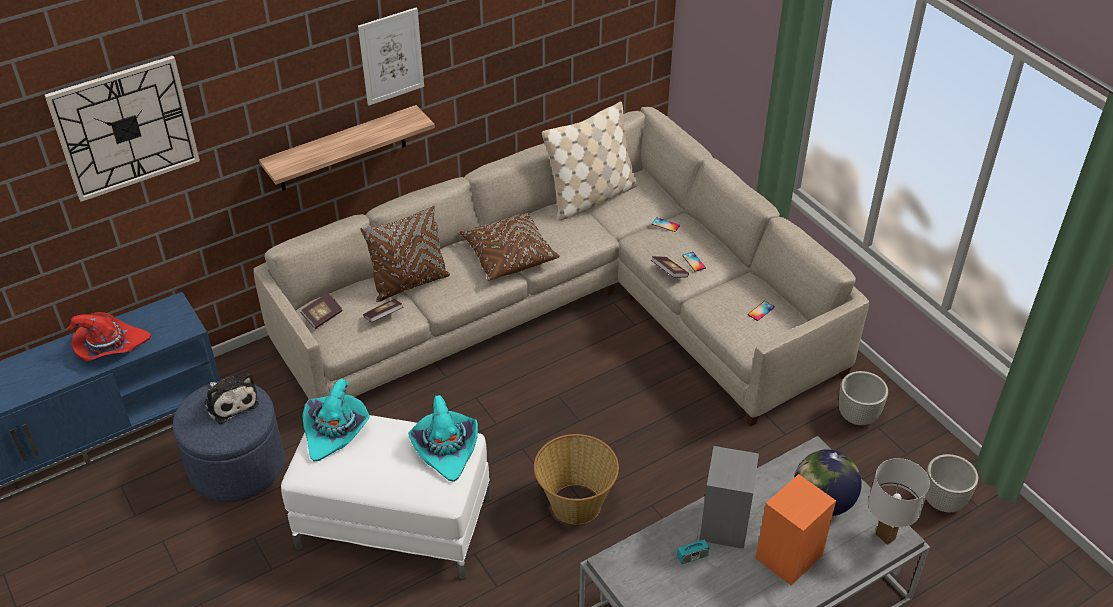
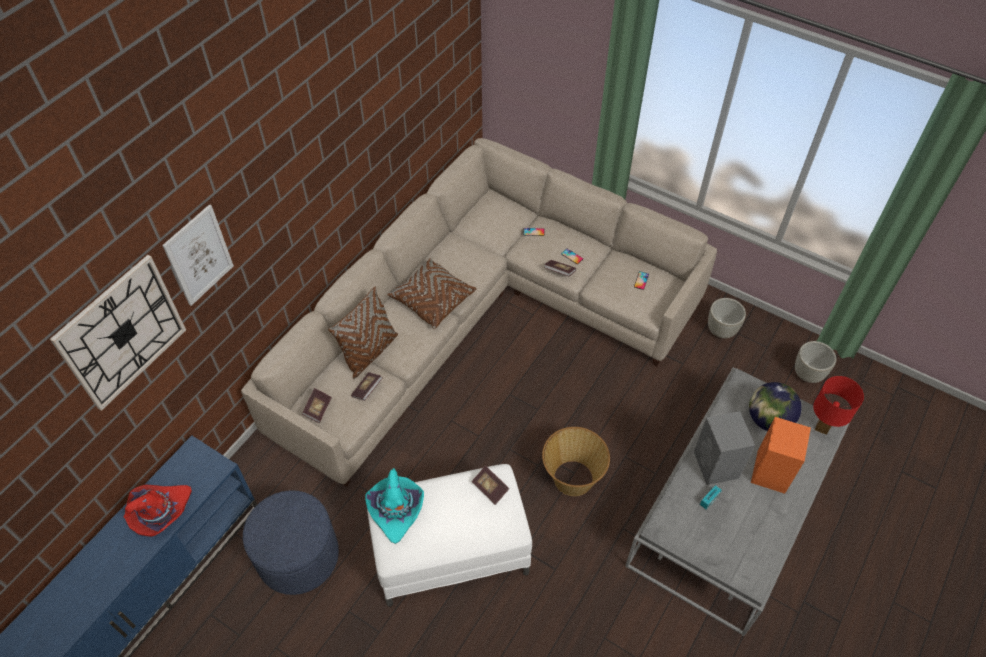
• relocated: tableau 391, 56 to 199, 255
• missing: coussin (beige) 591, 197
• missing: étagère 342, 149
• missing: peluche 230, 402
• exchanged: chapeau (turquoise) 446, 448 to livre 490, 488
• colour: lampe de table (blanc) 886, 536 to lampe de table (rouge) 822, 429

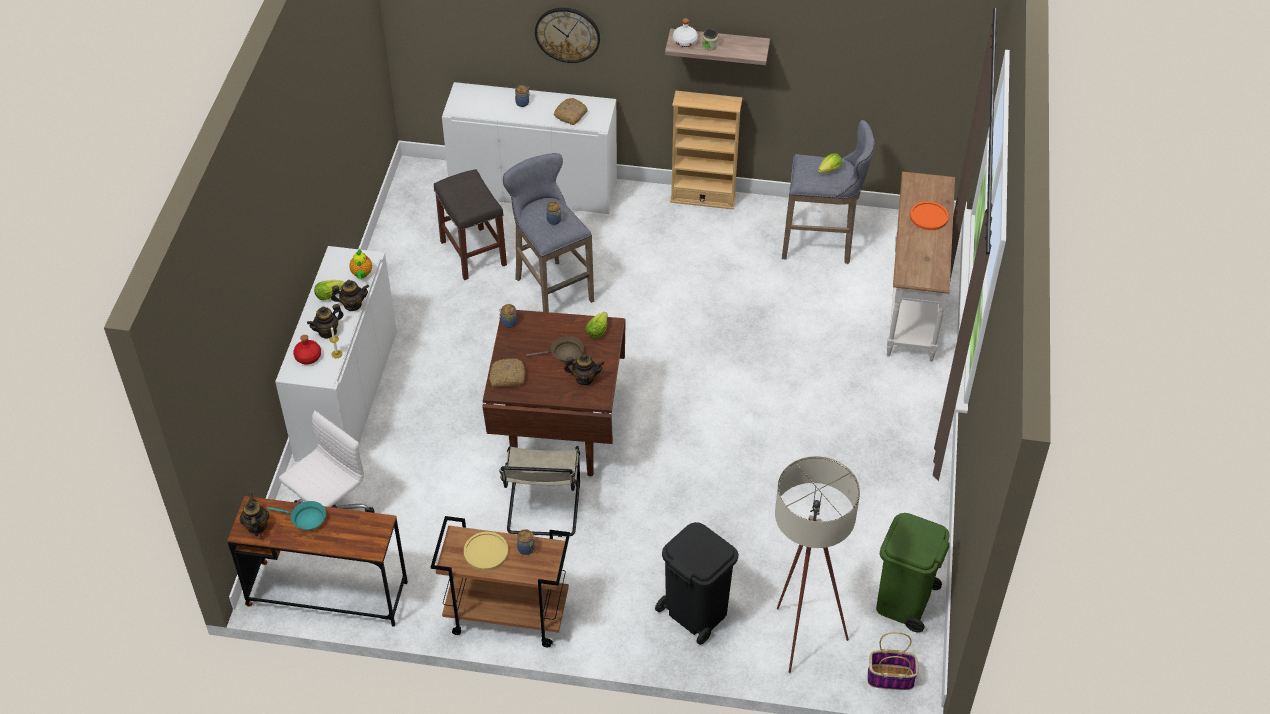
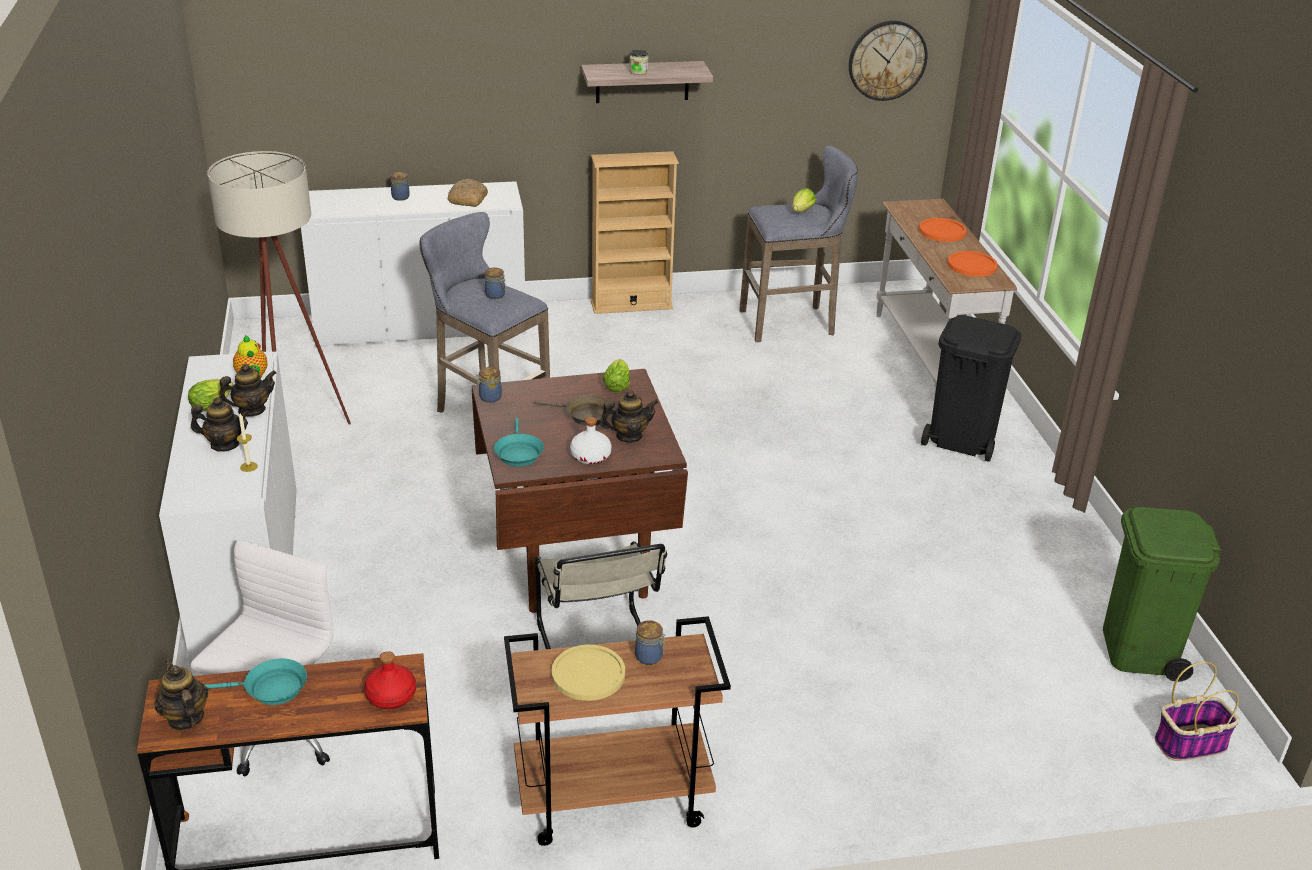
• relocated: horloge murale 567, 34 to 887, 60
• relocated: bouteille (blanc) 685, 42 to 591, 456
• missing: tabouret (gris) 474, 254
• spun: théière 328, 332 = 224, 444 120 degrees counterclockwise
• relocated: bouteille (rouge) 308, 356 to 390, 696
• spun: poêle (marron) 564, 353 = 585, 415 45 degrees clockwise
• exchanged: pain 507, 377 to poêle (turquoise) 518, 453
• relocated: lampadaire (beige) 799, 632 to 292, 427
• relocated: poubelle (noir) 695, 612 to 960, 439
• appeared: assiette (orange) 972, 265

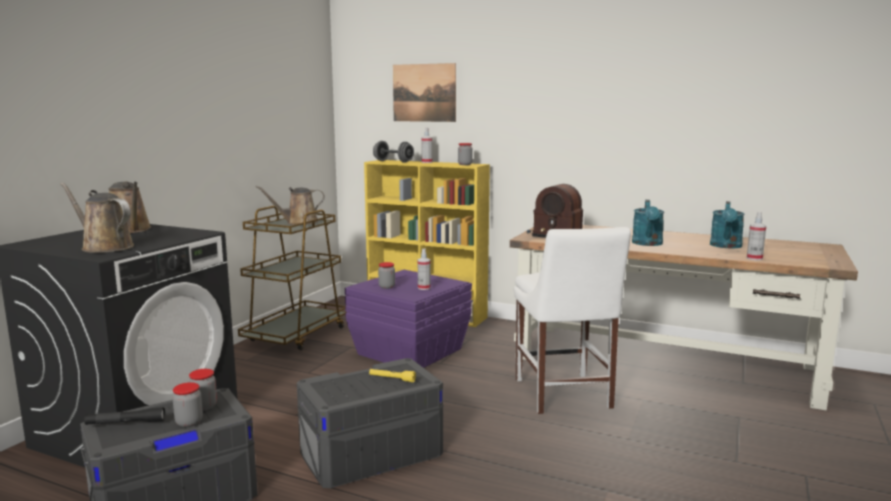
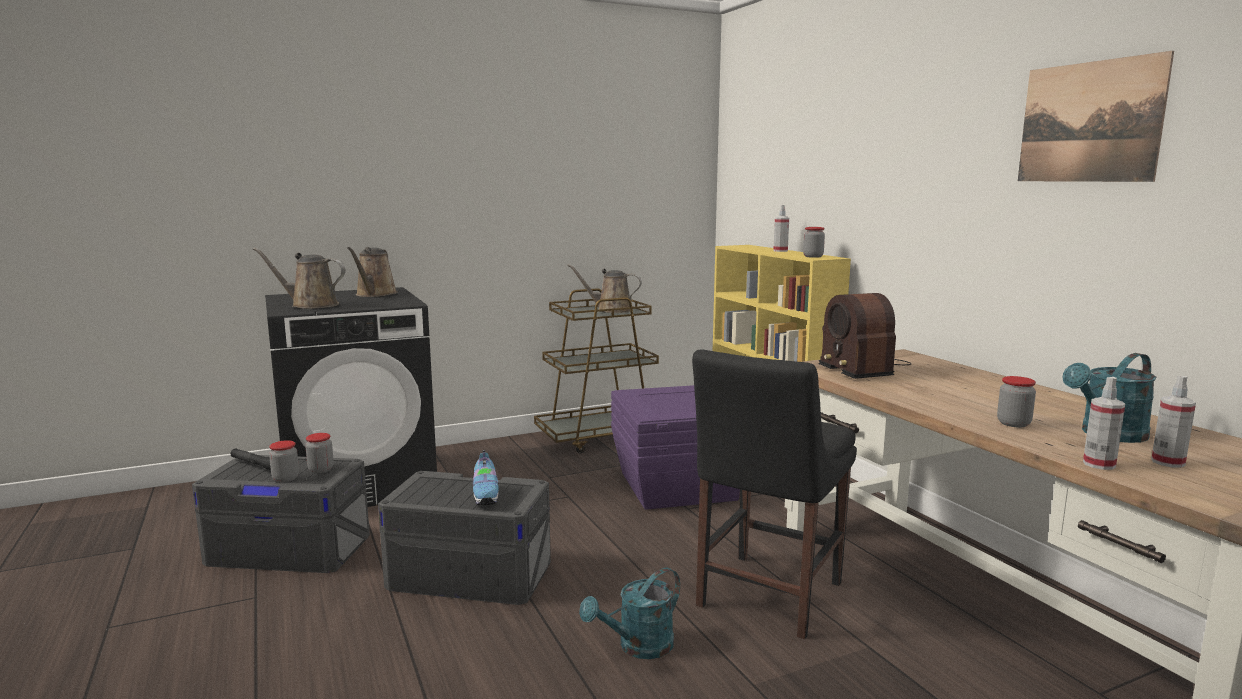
• relocated: tableau 424, 93 to 1089, 122
• missing: haltère (gris) 393, 161
• spun: arrosoir (marron) 104, 247 = 310, 305 60 degrees counterclockwise
• relocated: arrosoir (turquoise) 647, 244 to 638, 647
• colour: chaise (blanc) 563, 395 to chaise (noir) 765, 597
• relocated: vaporisateur 424, 288 to 1168, 462
• relocated: bocal 387, 287 to 1013, 423
• exchanged: lampe de poche (jaune) 392, 379 to chaussure 486, 496

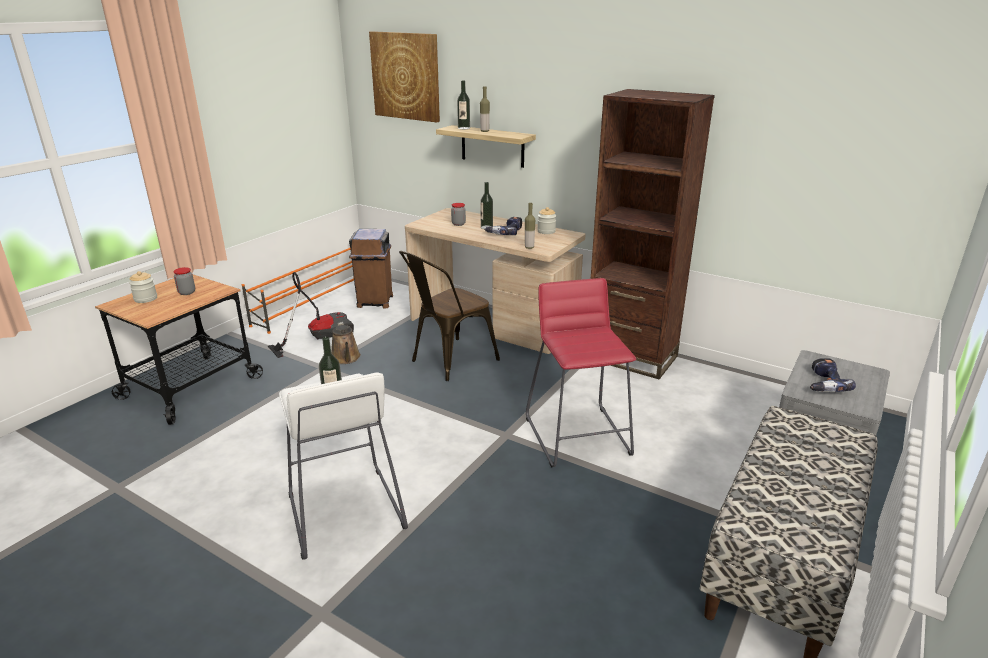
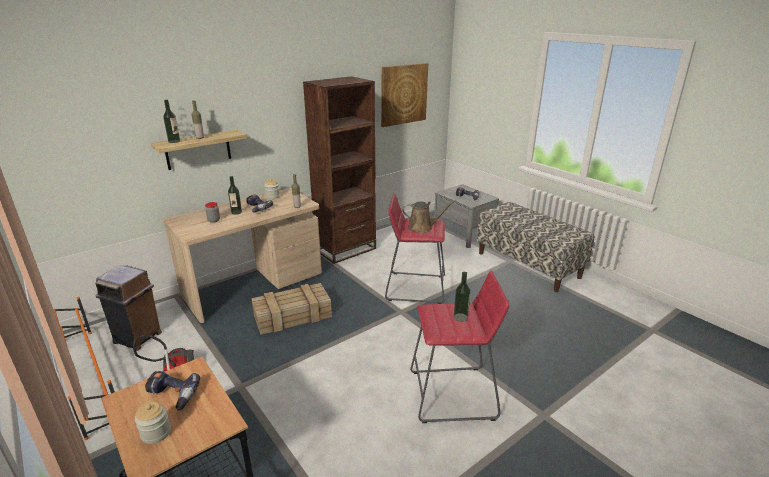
• relocated: tableau 406, 76 to 403, 94
• exchanged: chaise (marron) 448, 361 to caisse 291, 316
• exchanged: bocal 187, 292 to perceuse 172, 396
• relocated: arrosoir (marron) 346, 358 to 422, 227
• colour: tabouret (blanc) 345, 512 to tabouret (rouge) 452, 394

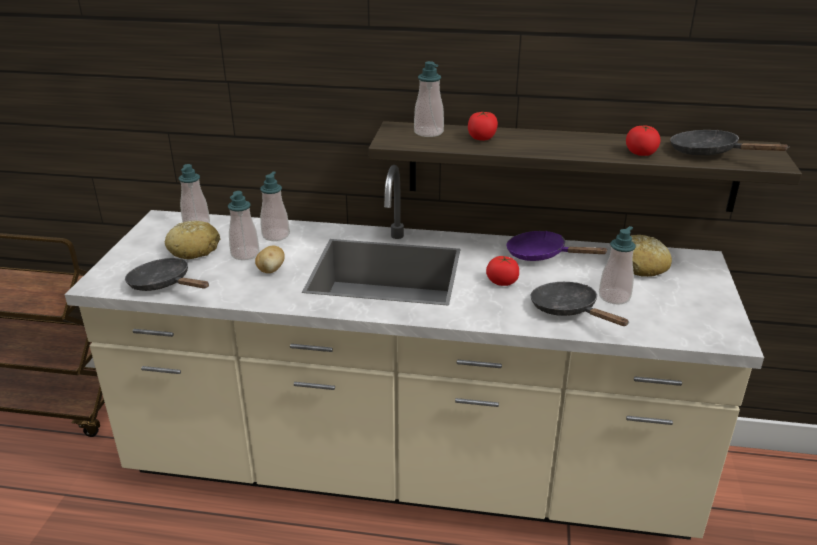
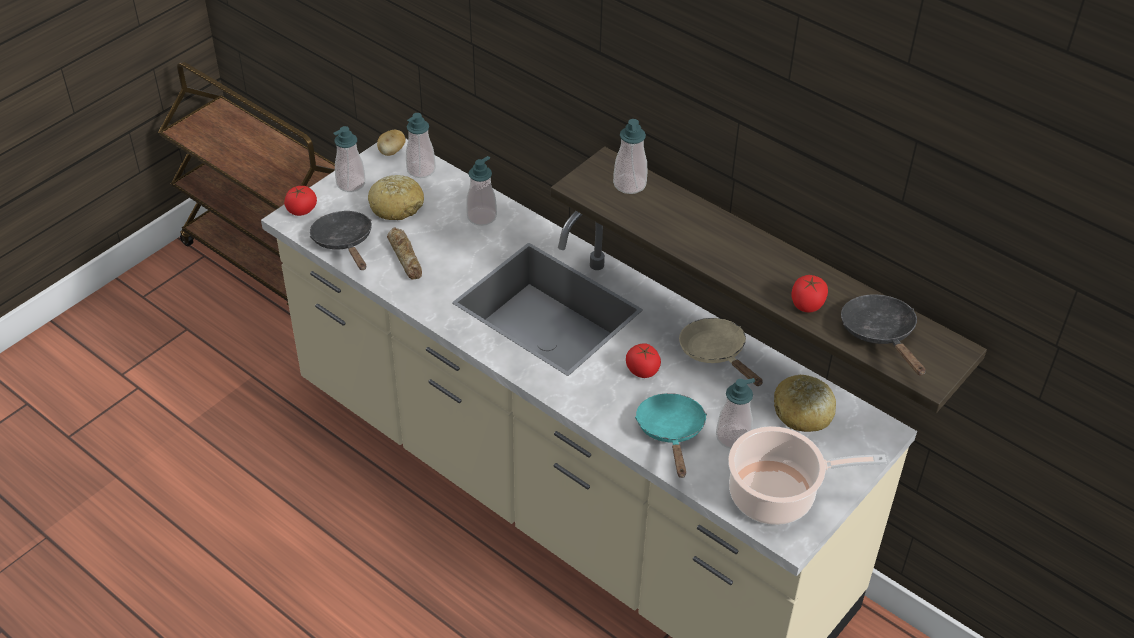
• relocated: tomate 482, 138 to 301, 210
• relocated: distributeur de savon 245, 254 to 351, 183
• colour: poêle (violet) 542, 255 to poêle (beige) 716, 353
• relocated: pomme de terre 271, 270 to 392, 152
• colour: poêle (noir) 568, 310 to poêle (turquoise) 671, 432
• appeared: pain 406, 257
• appeared: marmite 778, 495

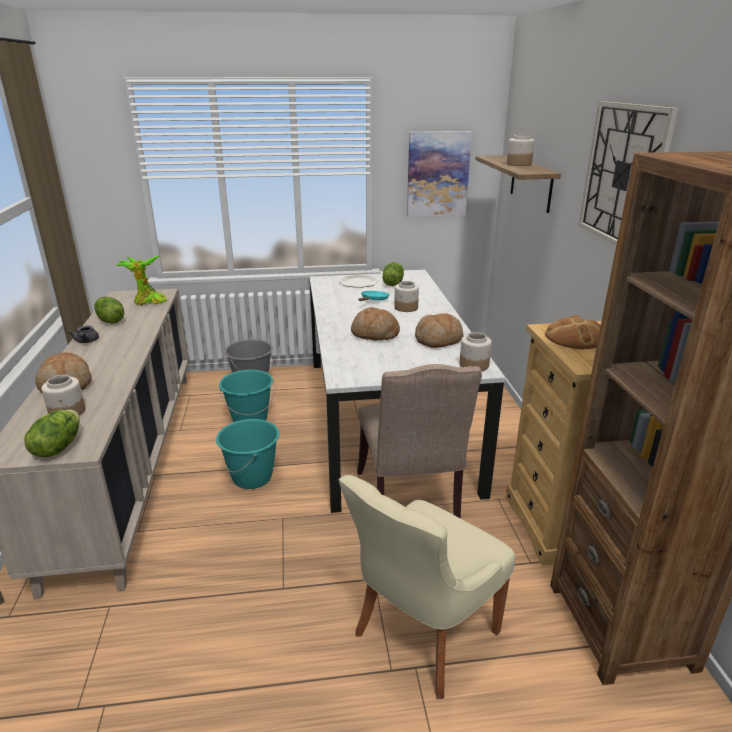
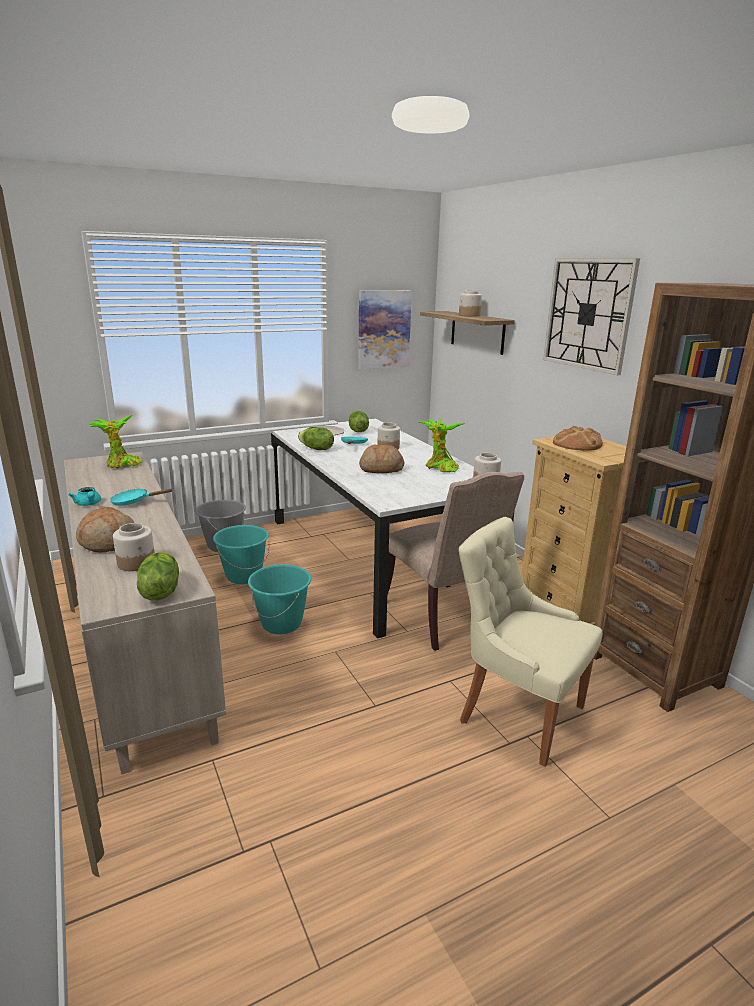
• relocated: laitue 110, 321 to 316, 449
• exchanged: pain 438, 340 to plante en pot 440, 468
• colour: théière (gris) 86, 341 to théière (turquoise) 88, 504
• spun: chaise (beige) 422, 635 = 517, 712 105 degrees clockwise
• appeared: poêle (turquoise) 134, 502

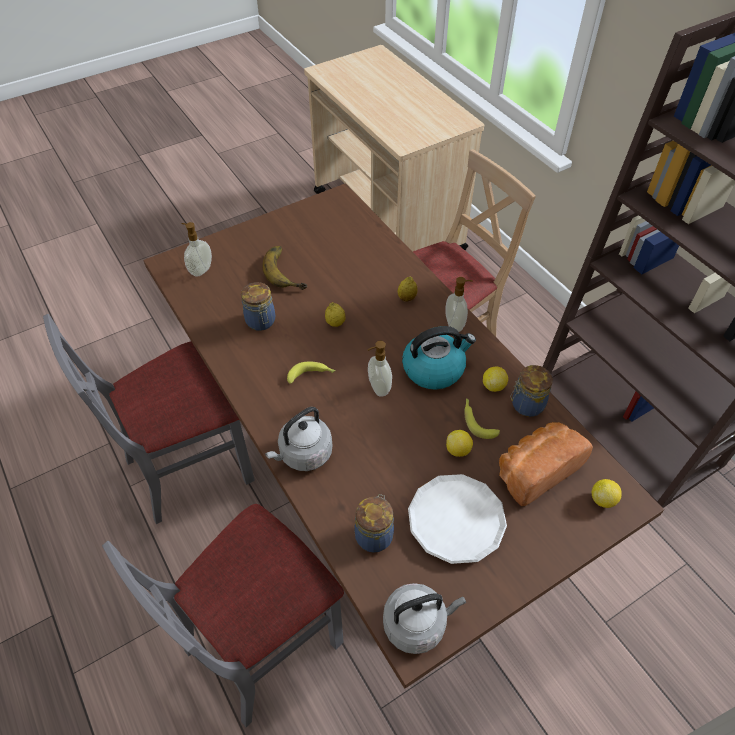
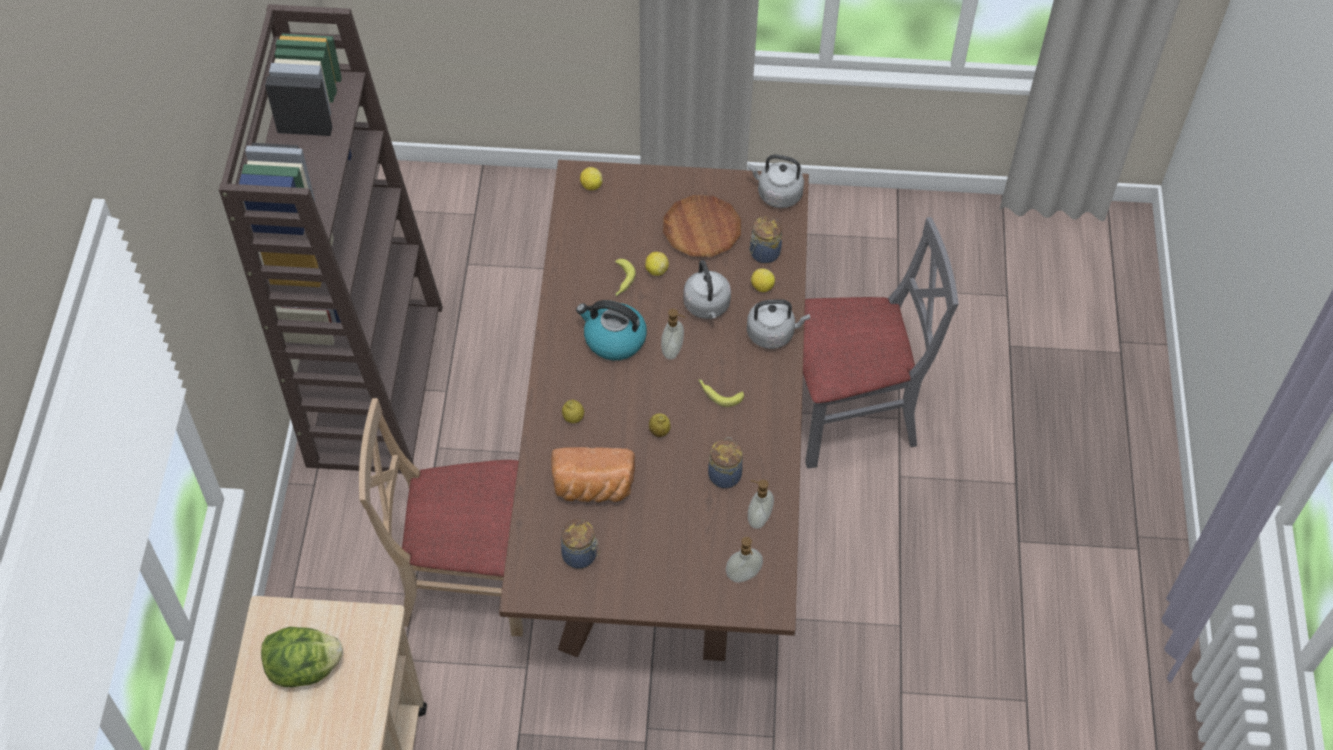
• missing: banane 288, 270
• relocated: distributeur de savon 455, 324 to 758, 518
• missing: chaise (gris) 188, 467
• relocated: bocal 526, 405 to 580, 556
• relocated: citron 493, 386 to 762, 287
• relocated: pain 535, 470 to 593, 488
• colour: assiette (blanc) 456, 521 to assiette (marron) 701, 230
• appeared: bouilloire (gris) 707, 306
• appeared: laitue 304, 668

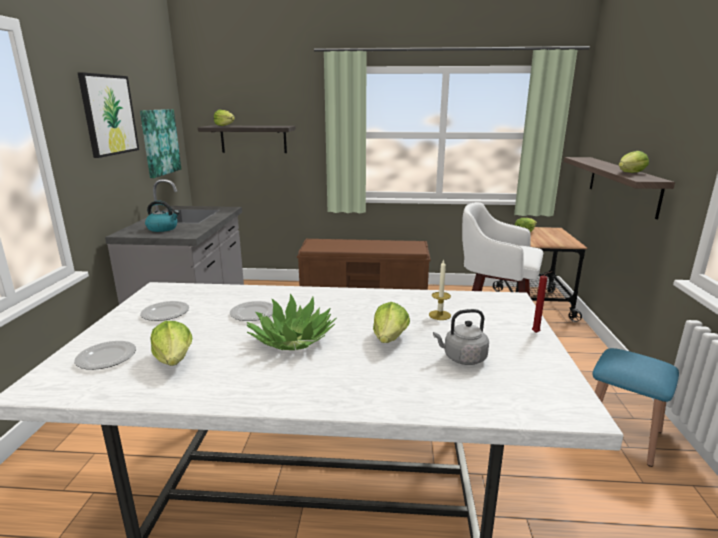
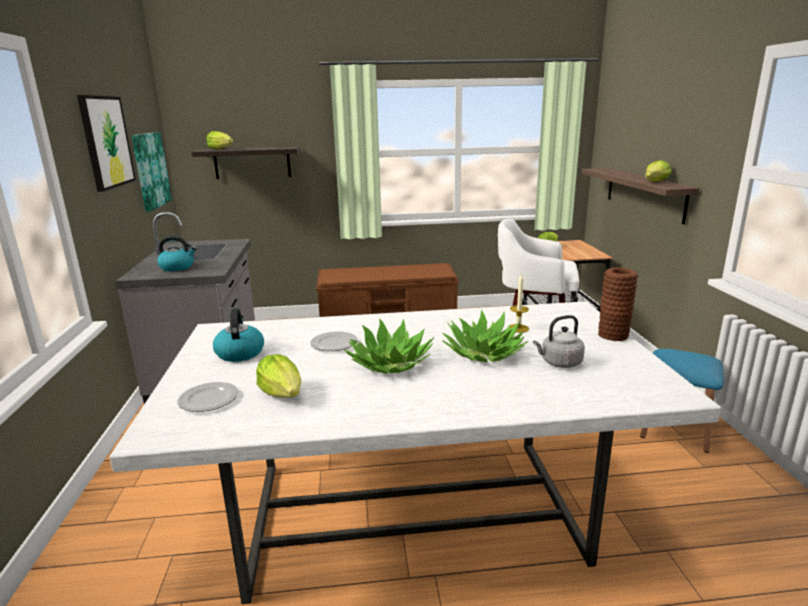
• exchanged: bougie (rouge) 537, 333 to vase (marron) 613, 335
• exchanged: assiette 165, 313 to bouilloire 239, 353
• exchanged: laitue 390, 338 to plante en pot 483, 353

